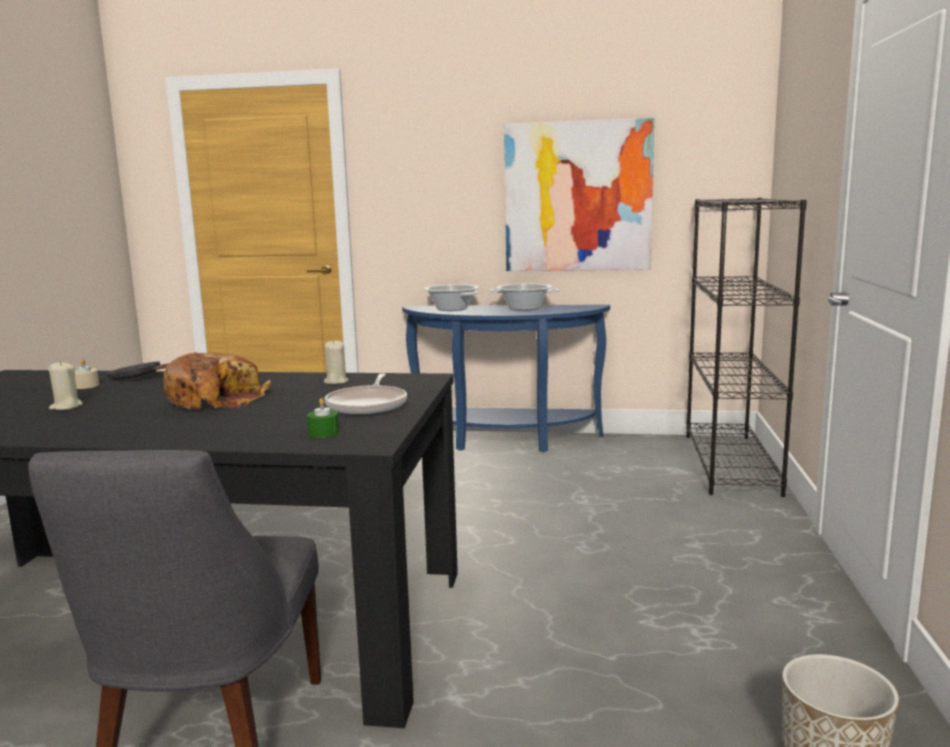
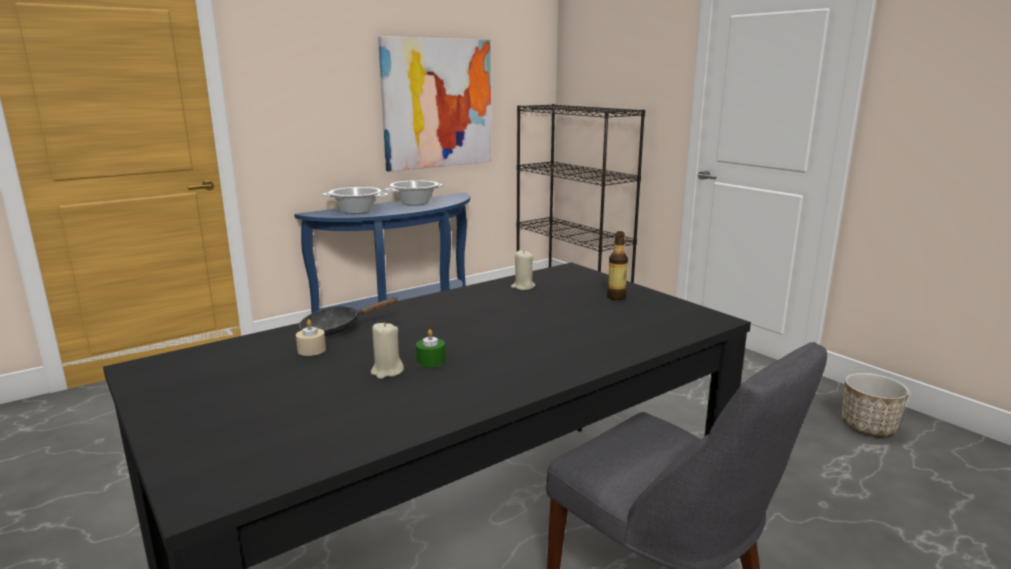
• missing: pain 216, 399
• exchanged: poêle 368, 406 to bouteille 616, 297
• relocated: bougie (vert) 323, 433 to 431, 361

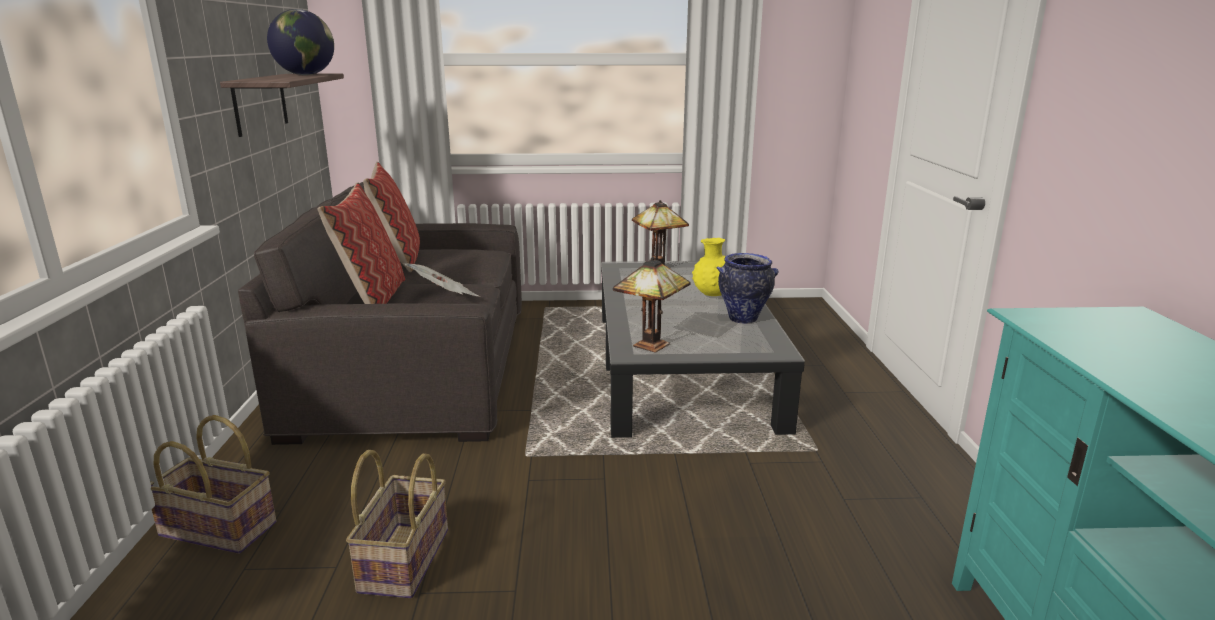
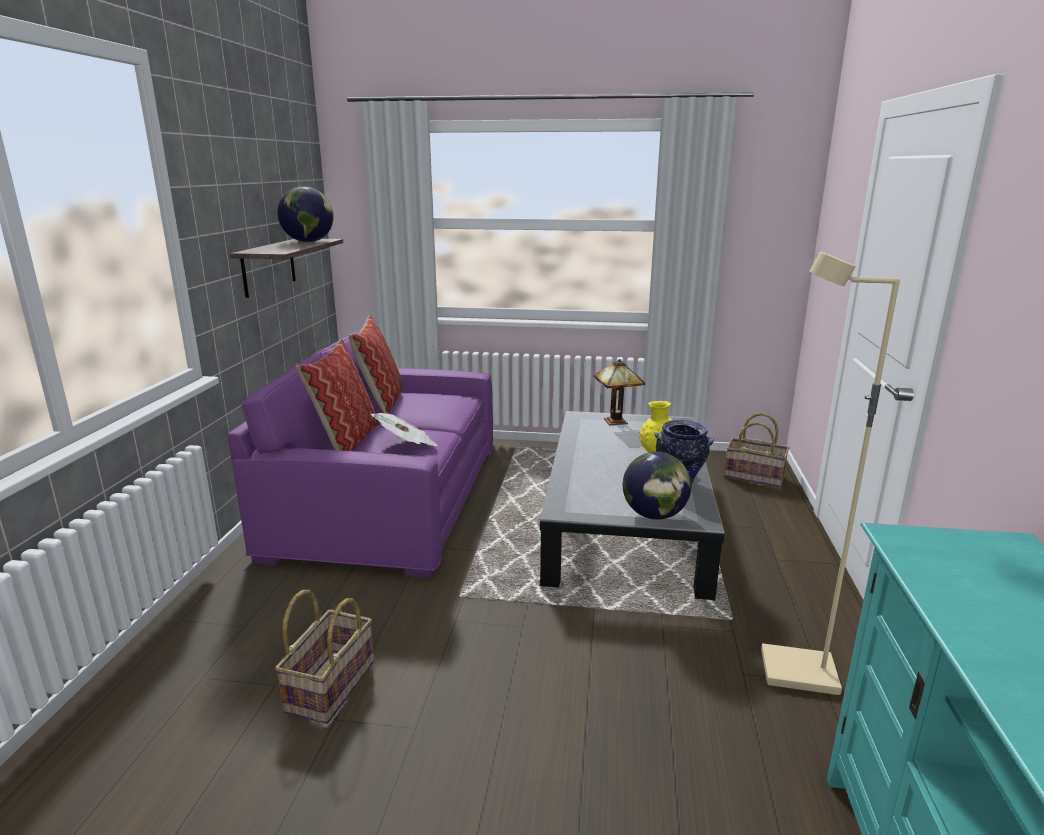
• colour: canapé (gris) 416, 367 to canapé (violet) 389, 499
• missing: lampe de table 651, 346
• relocated: panier 220, 528 to 754, 476
• appeared: lampadaire (beige) 798, 673
• appeared: globe 654, 515

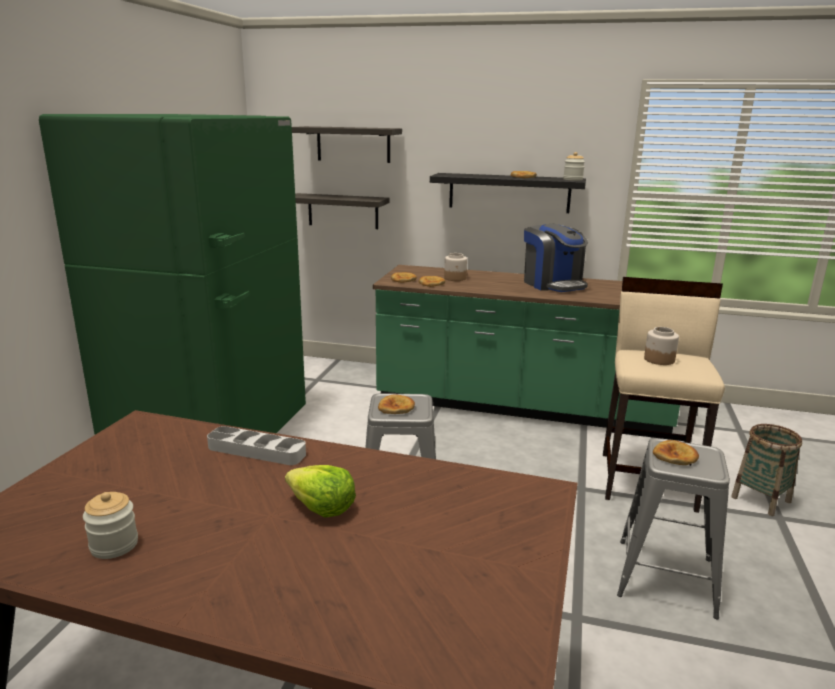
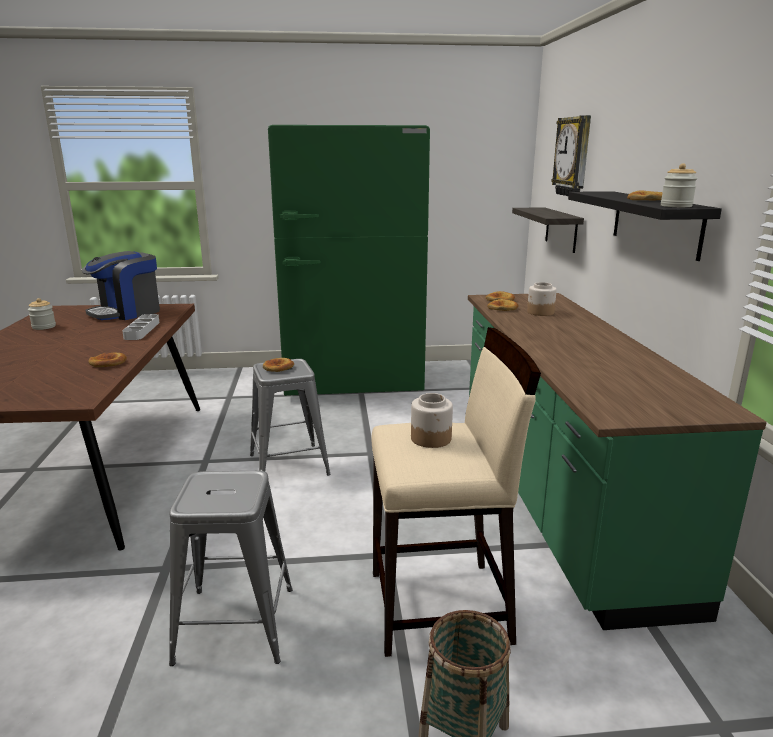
• exchanged: étagère 353, 144 to horloge murale 573, 157
• relocated: machine à café 553, 284 to 127, 312
• relocated: pain 675, 456 to 108, 363
• missing: laitue 322, 508

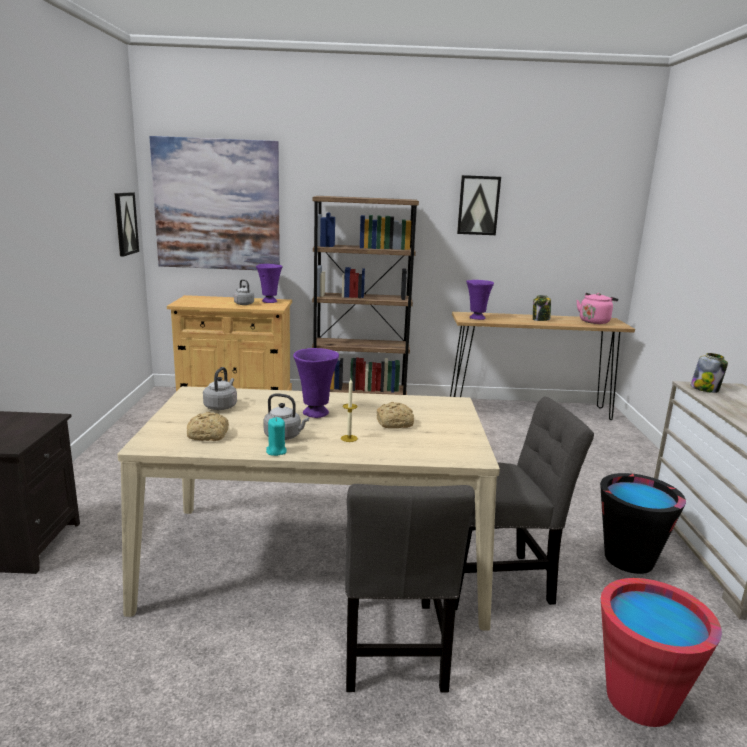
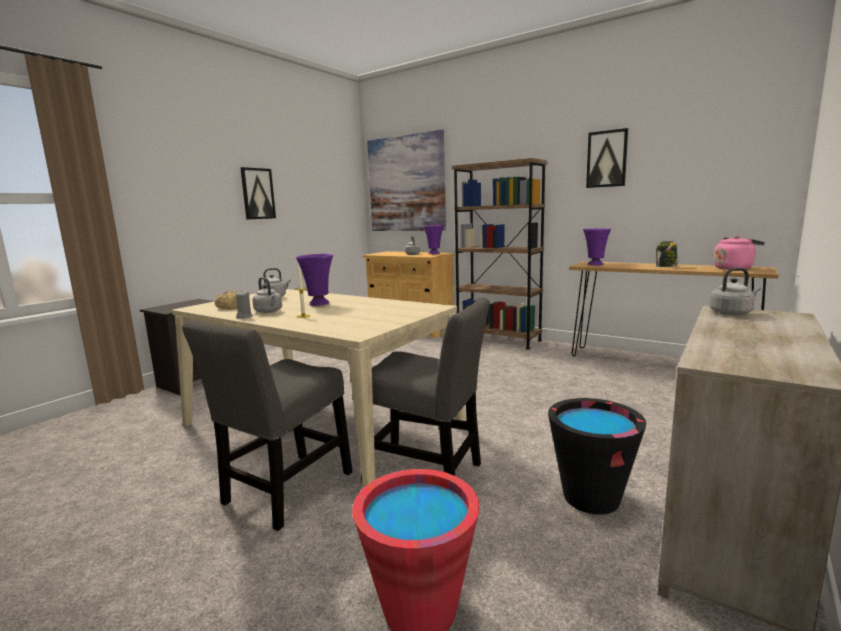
• relocated: tableau 125, 223 to 257, 193
• exchanged: bocal 705, 389 to bouilloire (gris) 732, 313
• missing: pain 395, 423
• colour: bougie (turquoise) 276, 451 to bougie (gris) 244, 317

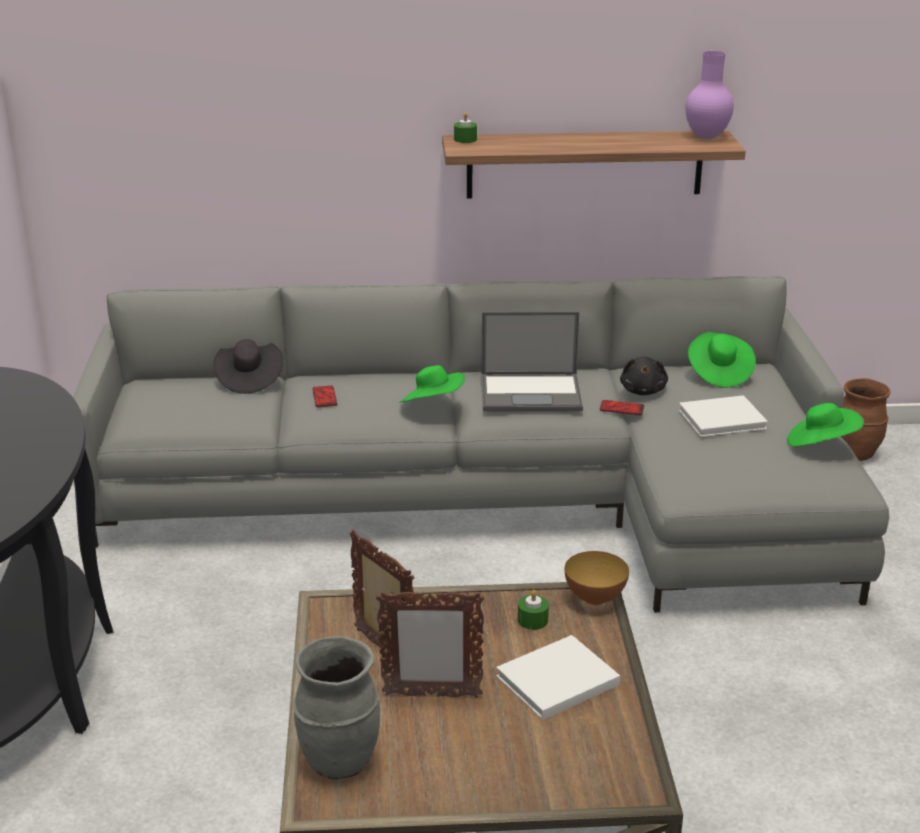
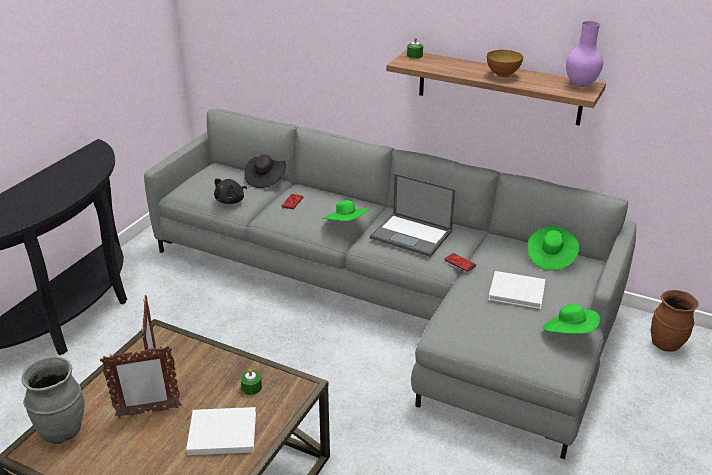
• relocated: peluche (noir) 643, 391 to 231, 200
• relocated: bol 595, 598 to 502, 75
• spun: cadre photo 431, 695 = 148, 412 45 degrees counterclockwise

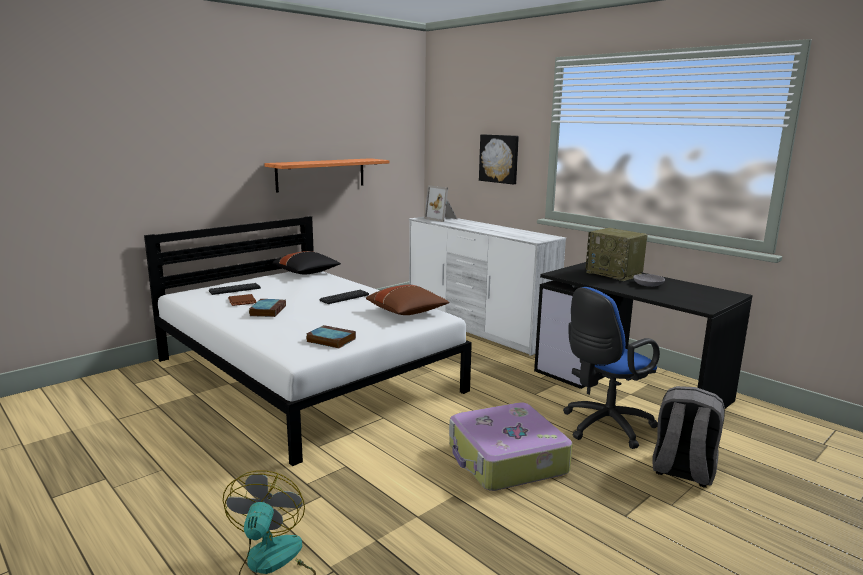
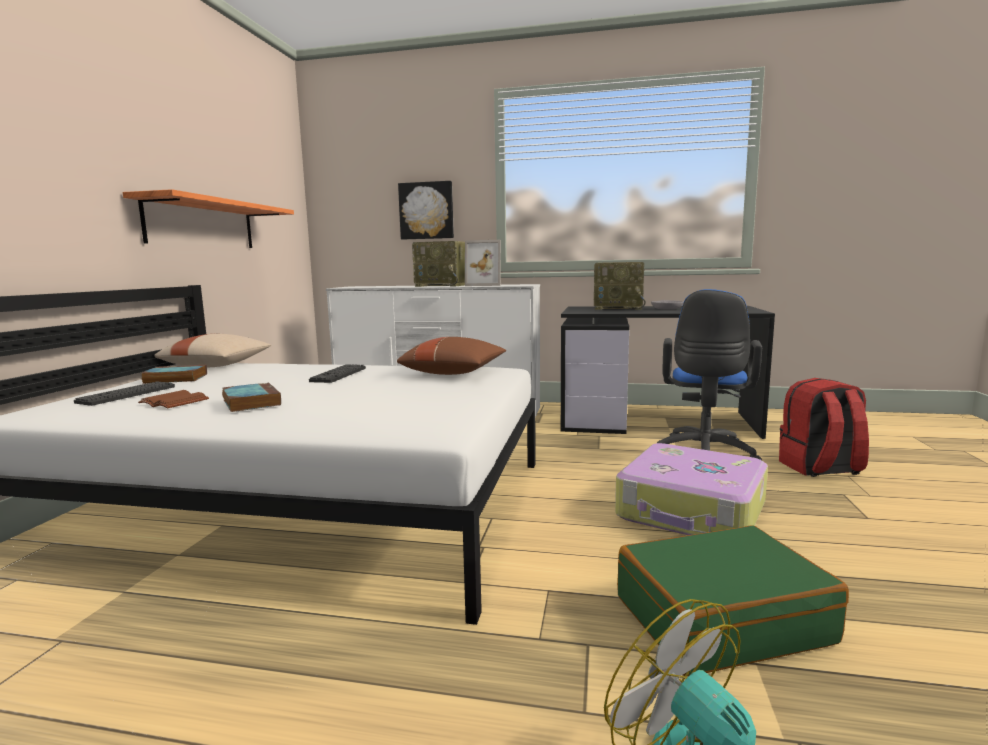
• relocated: cadre photo 442, 219 to 485, 285
• colour: coussin (noir) 307, 273 to coussin (beige) 217, 366
• relocated: livre 330, 340 to 174, 379
• colour: sac à dos (gris) 682, 471 to sac à dos (rouge) 820, 468
• appeared: radio 443, 285
• appeared: valise (vert) 721, 618

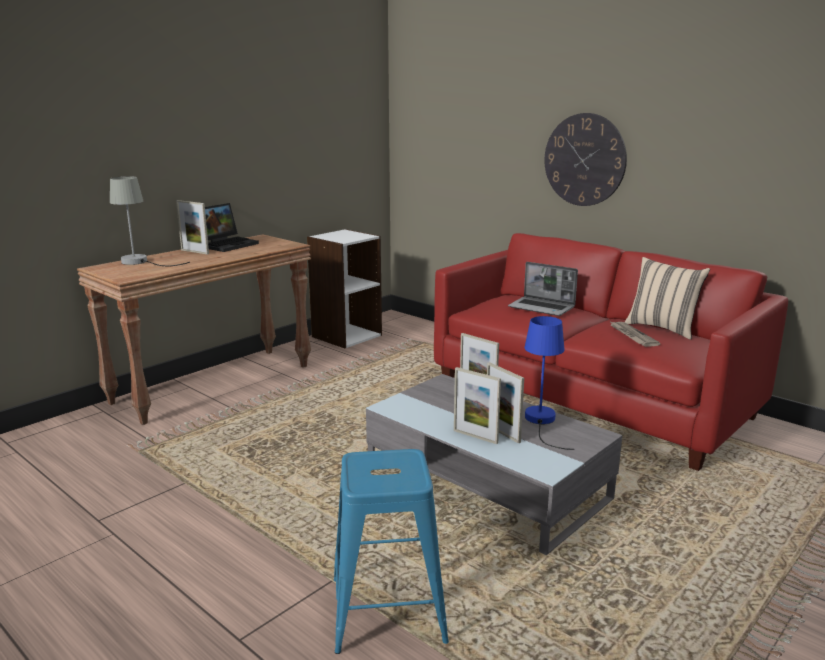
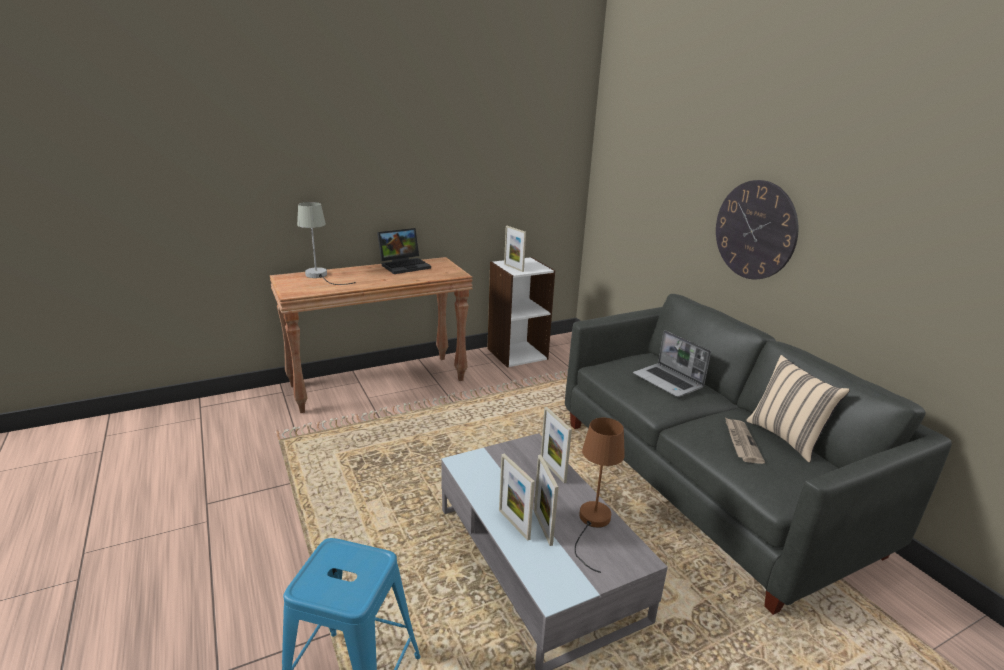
• relocated: cadre photo 195, 252 to 513, 268
• colour: canapé (rouge) 591, 399 to canapé (gris) 706, 482
• colour: lampe de table (bleu) 541, 422 to lampe de table (marron) 592, 523

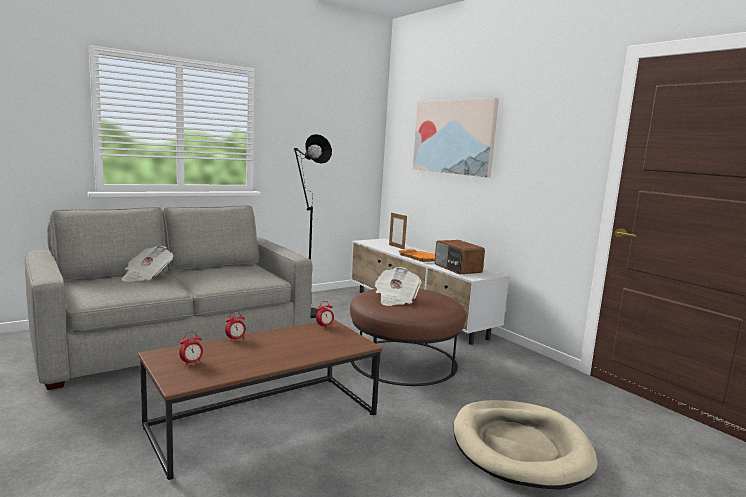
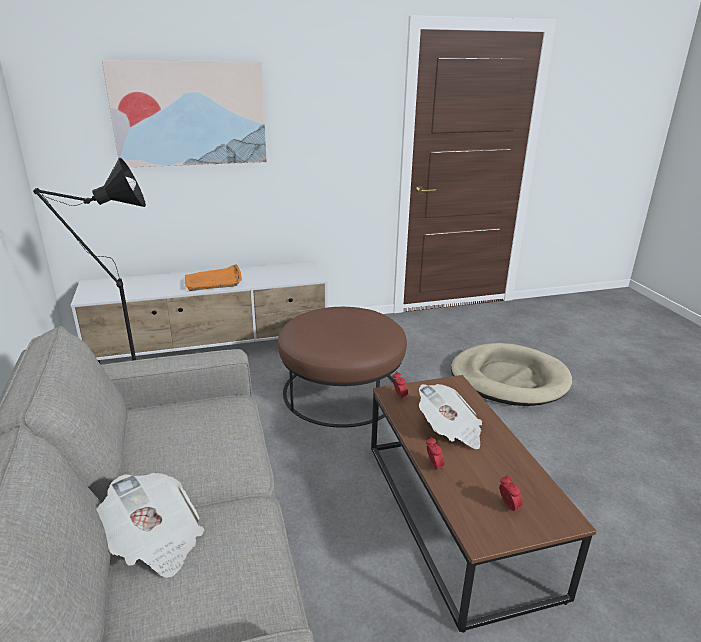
• missing: cadre photo 396, 247
• missing: radio 457, 268
• relocated: journal 395, 299 to 450, 431

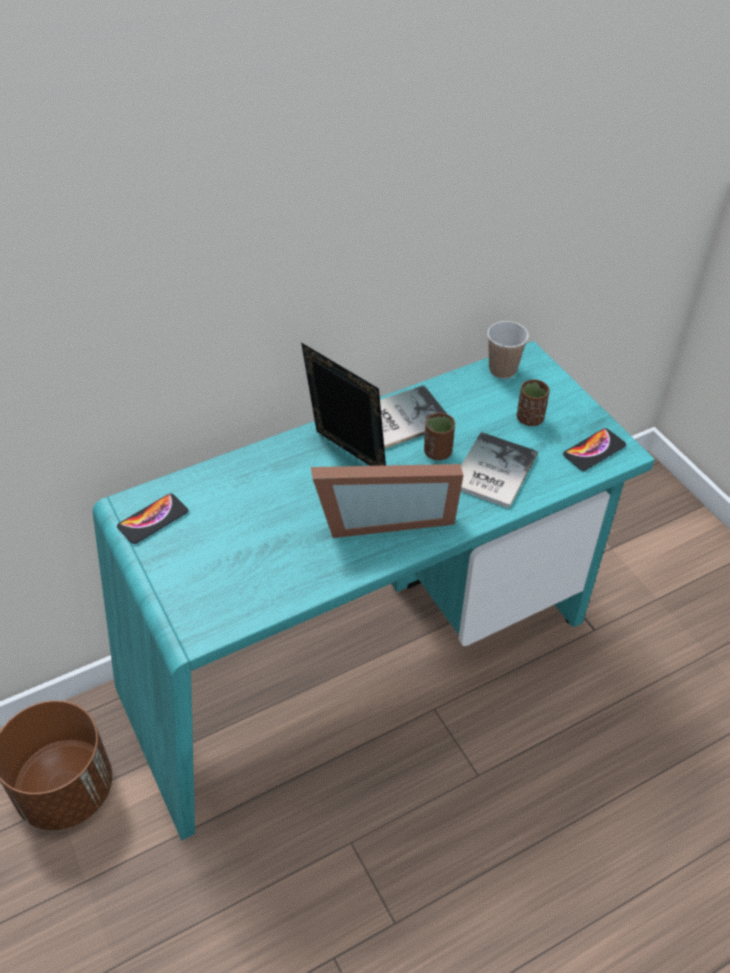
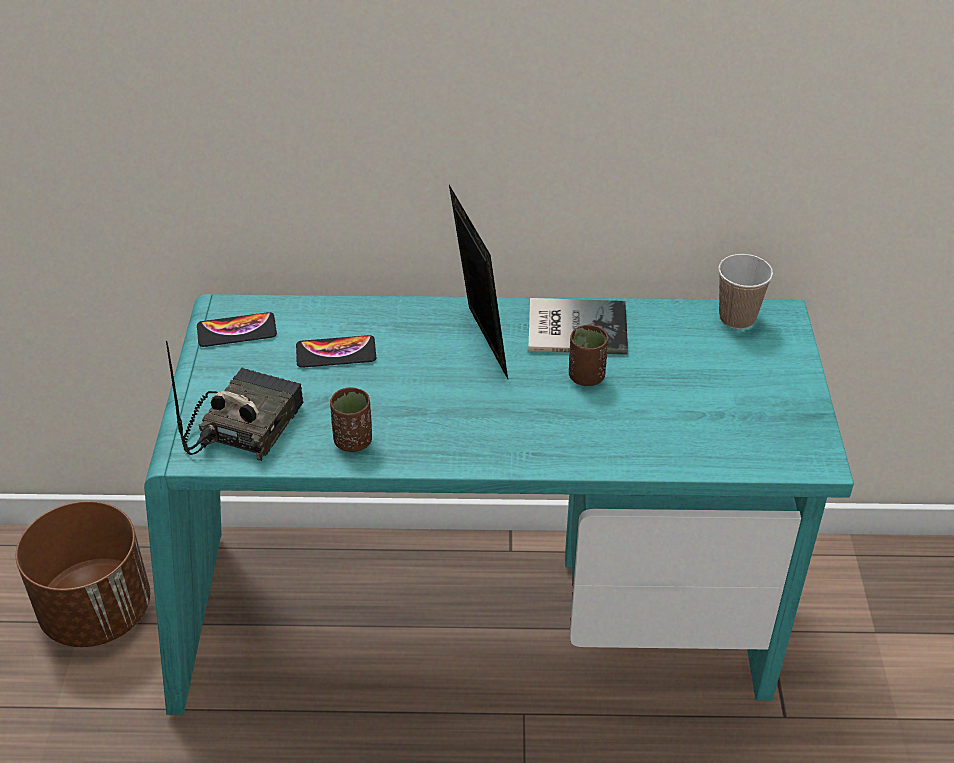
• relocated: tasse (marron) 530, 418 to 353, 441
• relocated: téléphone 594, 450 to 336, 353
• missing: livre 490, 471
• missing: cadre photo 383, 516
• appeared: radio 243, 425

